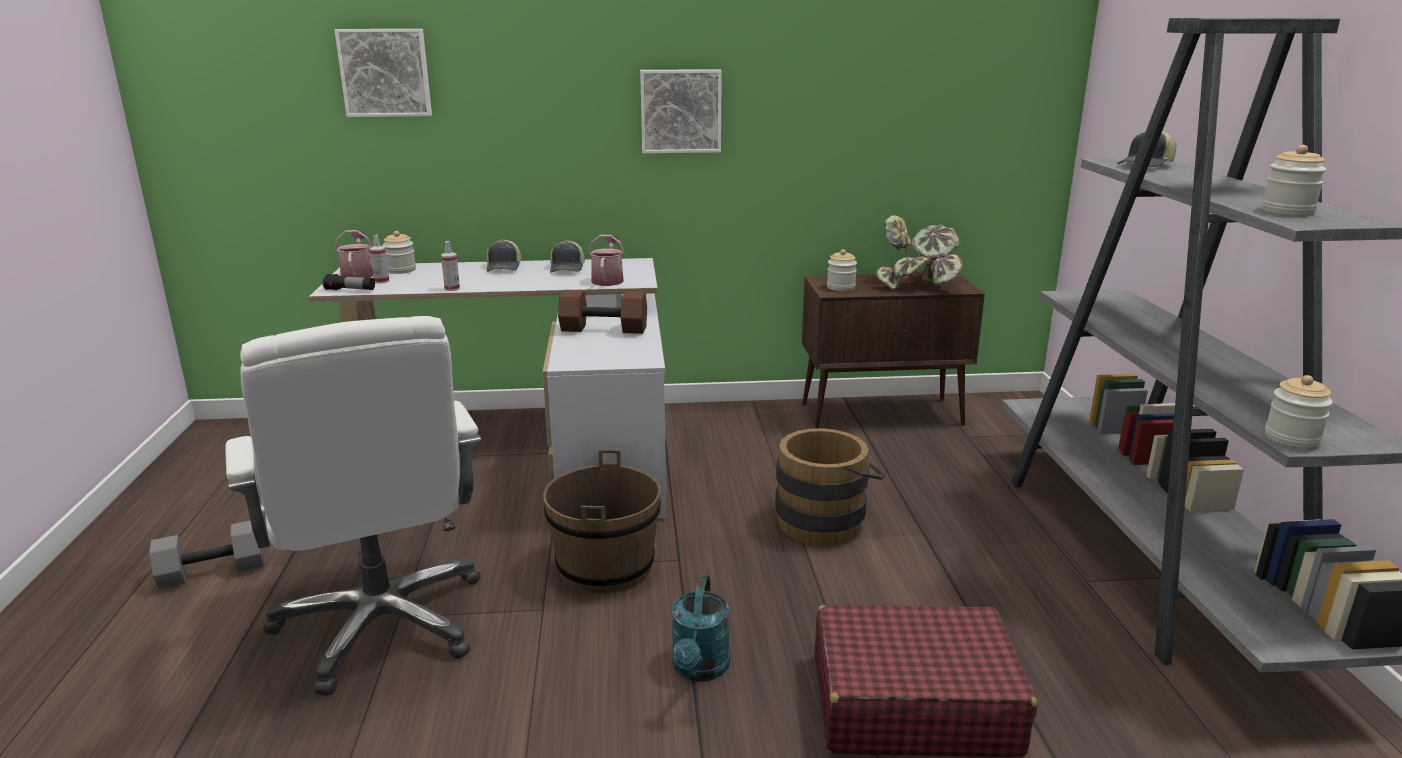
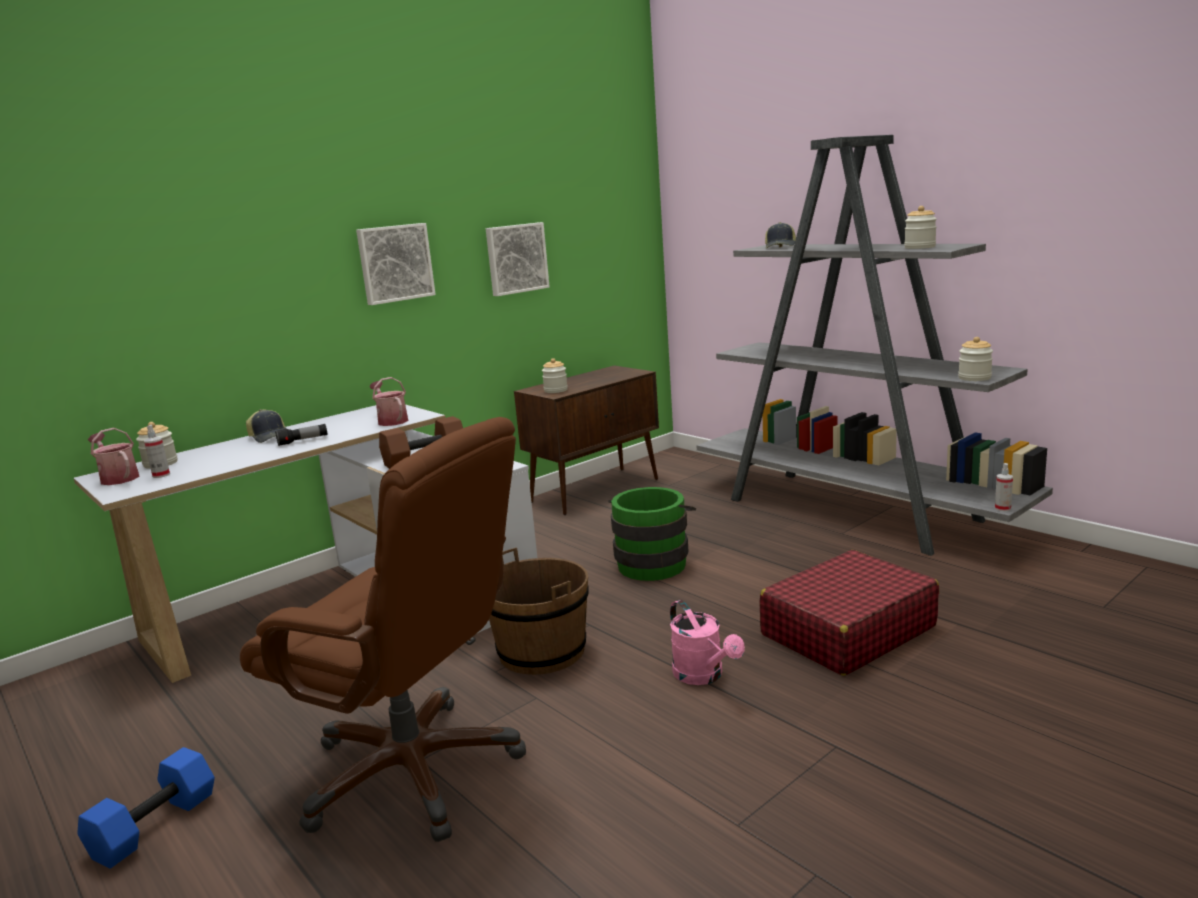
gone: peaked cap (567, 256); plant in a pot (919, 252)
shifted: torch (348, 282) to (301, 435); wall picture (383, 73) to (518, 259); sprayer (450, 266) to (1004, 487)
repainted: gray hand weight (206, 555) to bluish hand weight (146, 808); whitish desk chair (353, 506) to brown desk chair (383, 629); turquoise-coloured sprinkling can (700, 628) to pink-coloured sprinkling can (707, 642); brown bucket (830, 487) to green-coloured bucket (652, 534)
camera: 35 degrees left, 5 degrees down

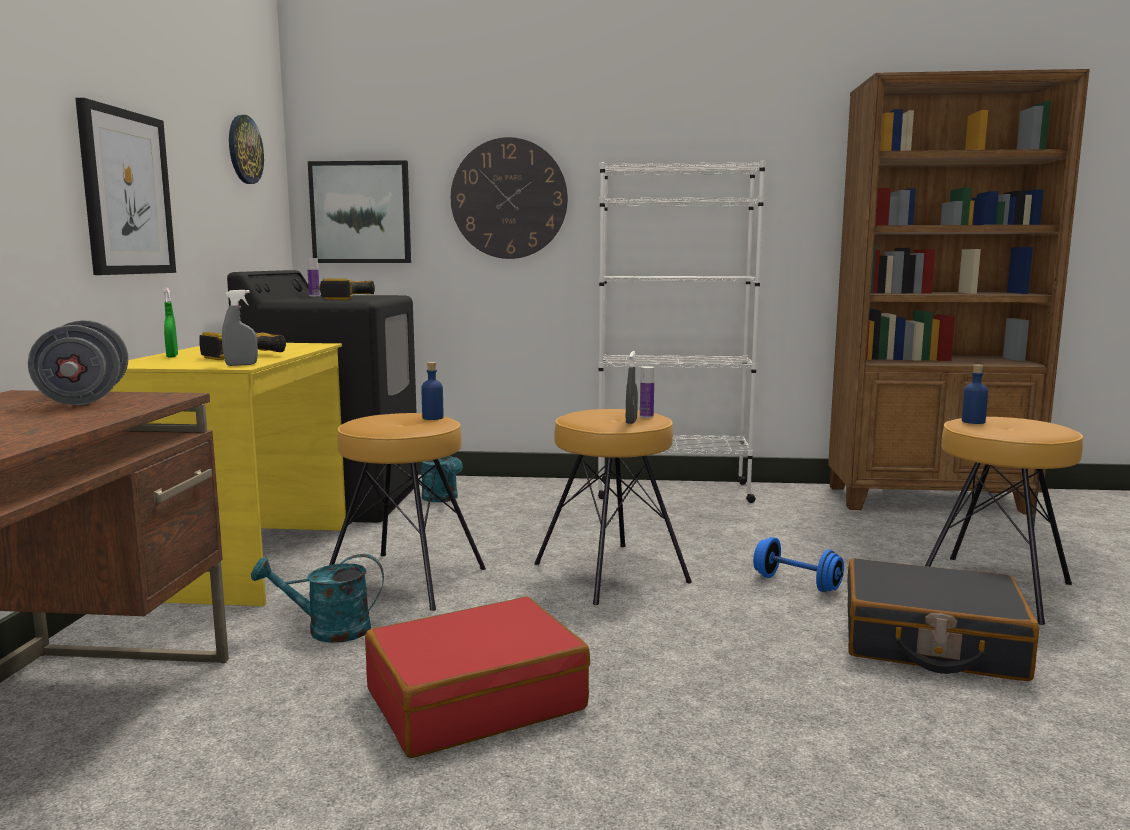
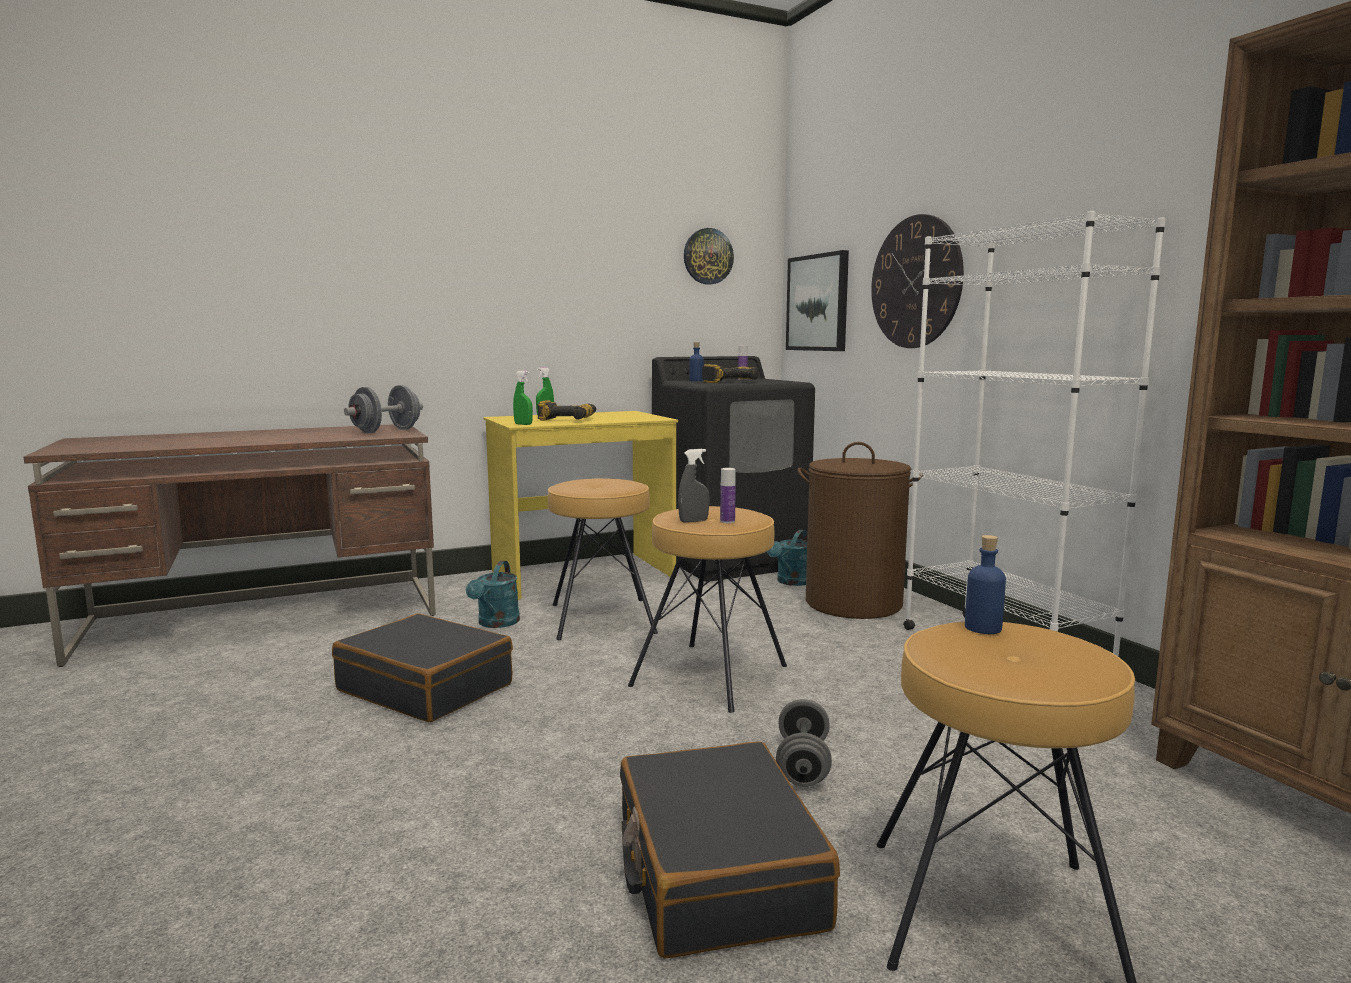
gone: wall picture (125, 186)
new: brown washing basket (860, 530)
shifted: bluish beverage bottle (432, 391) to (696, 361)
repainted: gray sprayer (240, 328) to green-coloured sprayer (523, 398); red-coloured piece of luggage (477, 677) to blackish piece of luggage (422, 667); bluish hand weight (798, 564) to gray hand weight (804, 743)
rotated: turquoise-coloured sprinkling can (317, 598) = (493, 594) 135 degrees counterclockwise
camera: 60 degrees right, 0 degrees up

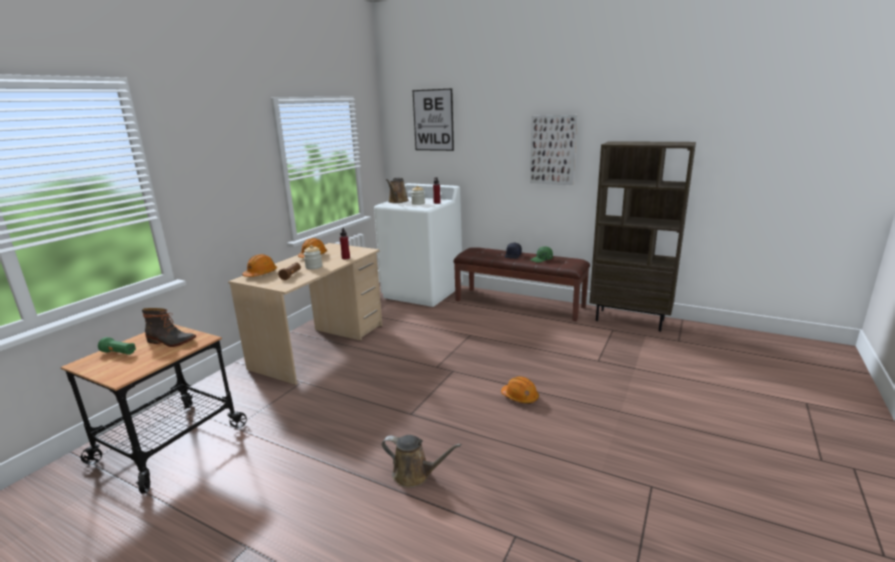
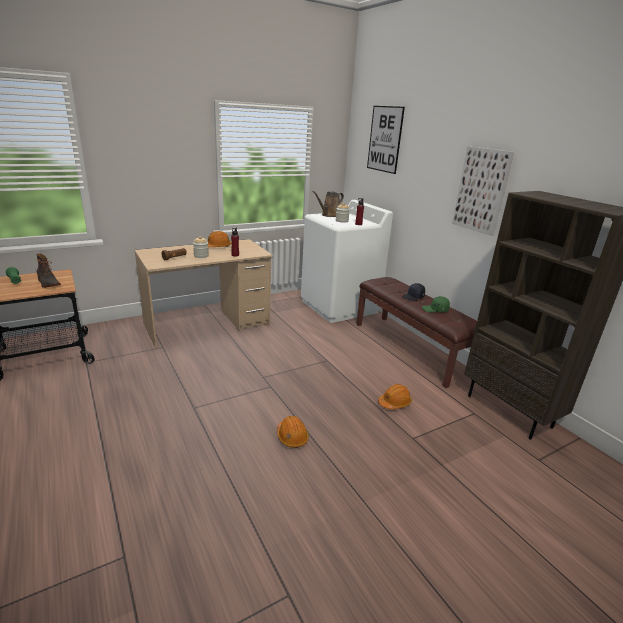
gone: brown sprinkling can (422, 461)
shifted: orange-coloured hard hat (259, 265) to (395, 396)
camera: 30 degrees right, 5 degrees up

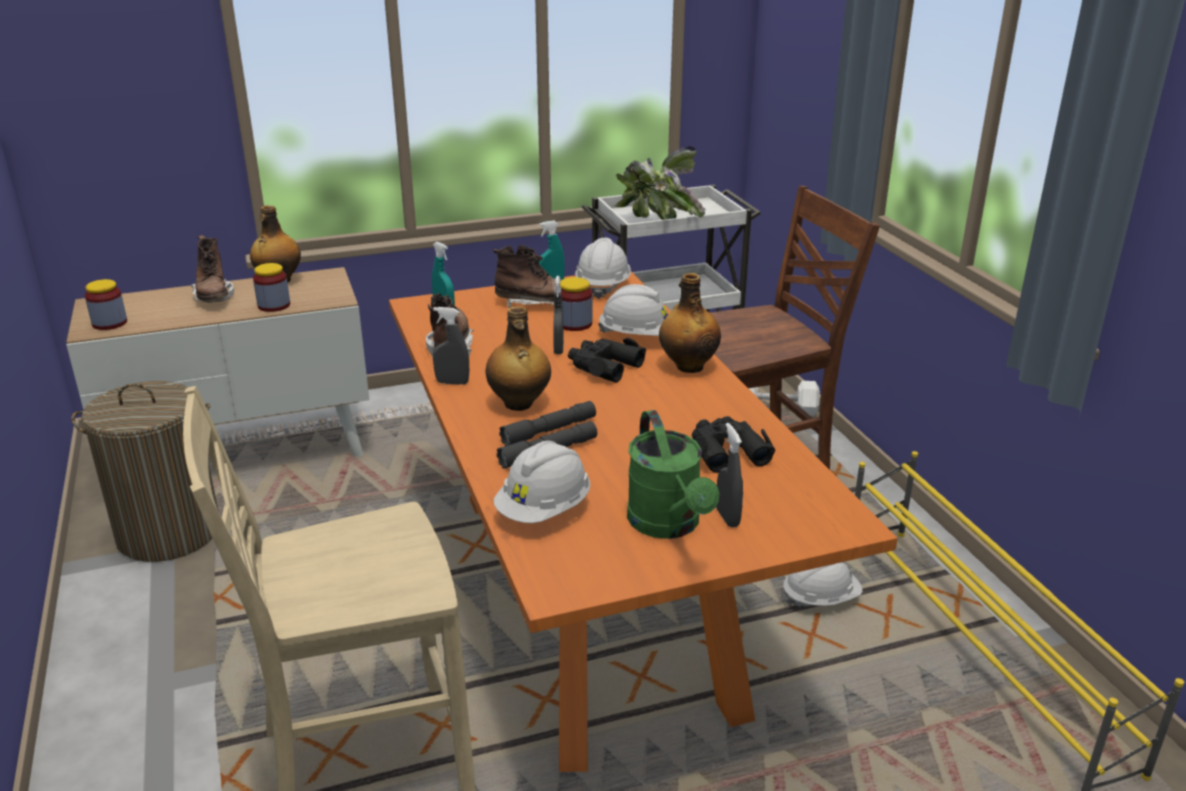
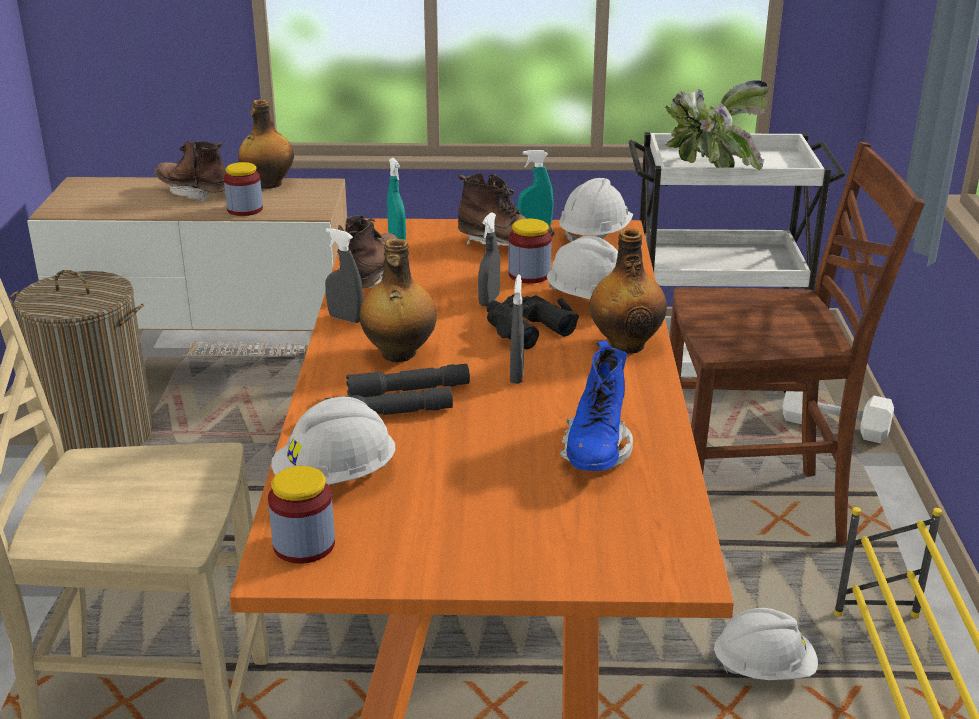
gone: green-coloured sprinkling can (673, 474)
shifted: preserve jar (106, 304) to (301, 515); gray sprayer (729, 475) to (517, 329)
swapped: blackish pair of binoculars (733, 444) to bluish tall boot (596, 405)
rotated: brown tall boot (212, 269) = (190, 171) 120 degrees clockwise
camera: 20 degrees right, 0 degrees up

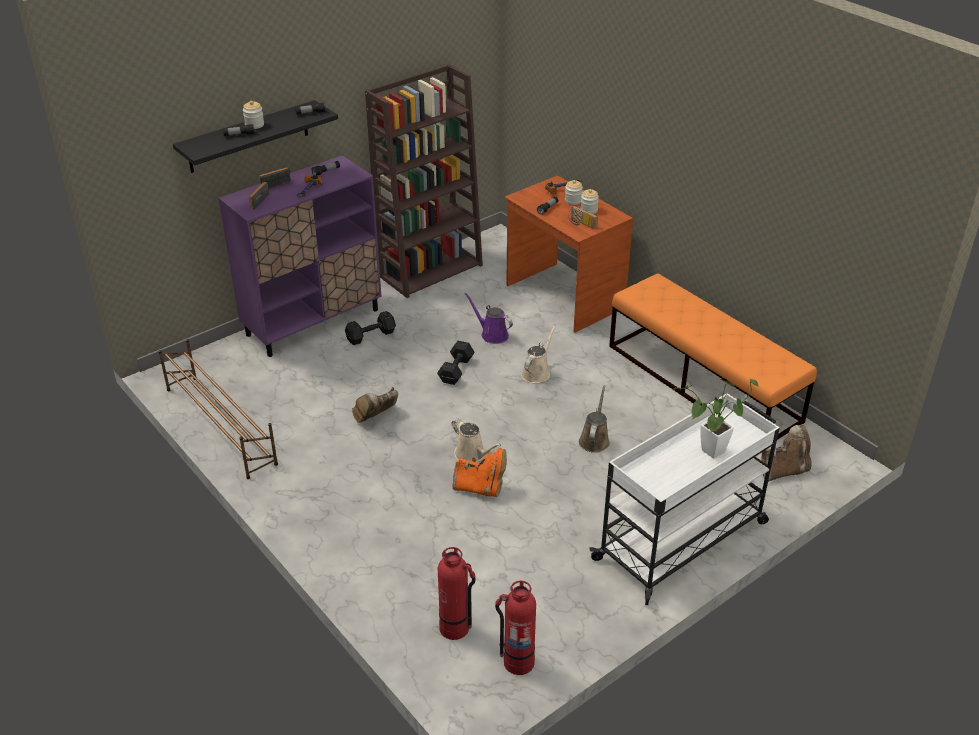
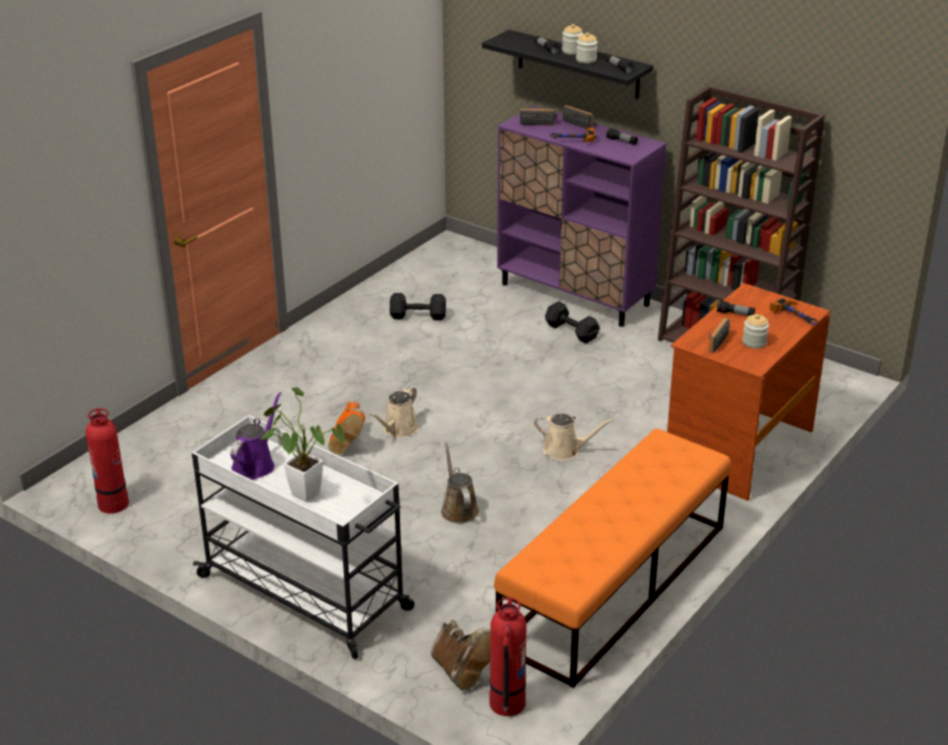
gone: brown shoe rack (218, 409); brown tall boot (375, 405)
shifted: blackish hand weight (456, 363) to (418, 306); extinguisher (457, 593) to (508, 656); purple sprinkling can (489, 318) to (255, 436); preserve jar (574, 192) to (587, 47)
rotated: brown sprinkling can (594, 419) = (460, 483) 105 degrees counterclockwise
camera: 75 degrees right, 5 degrees down

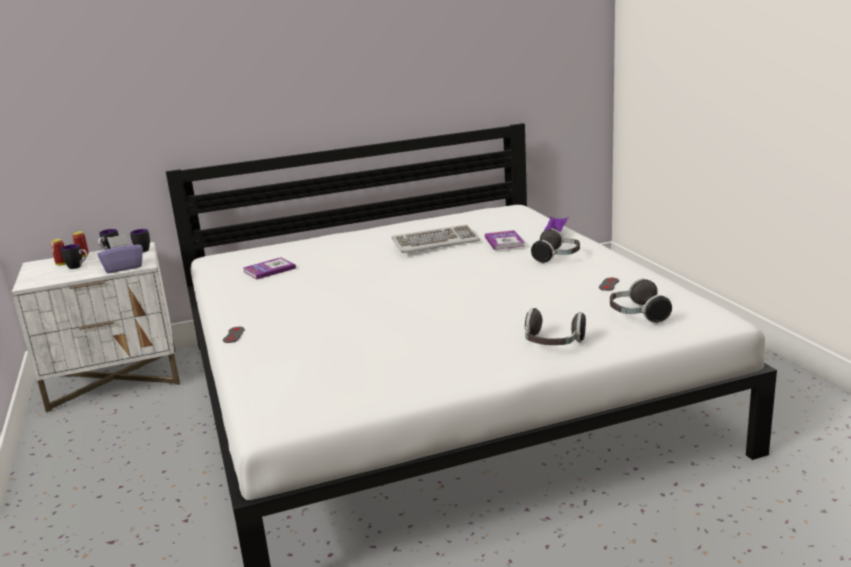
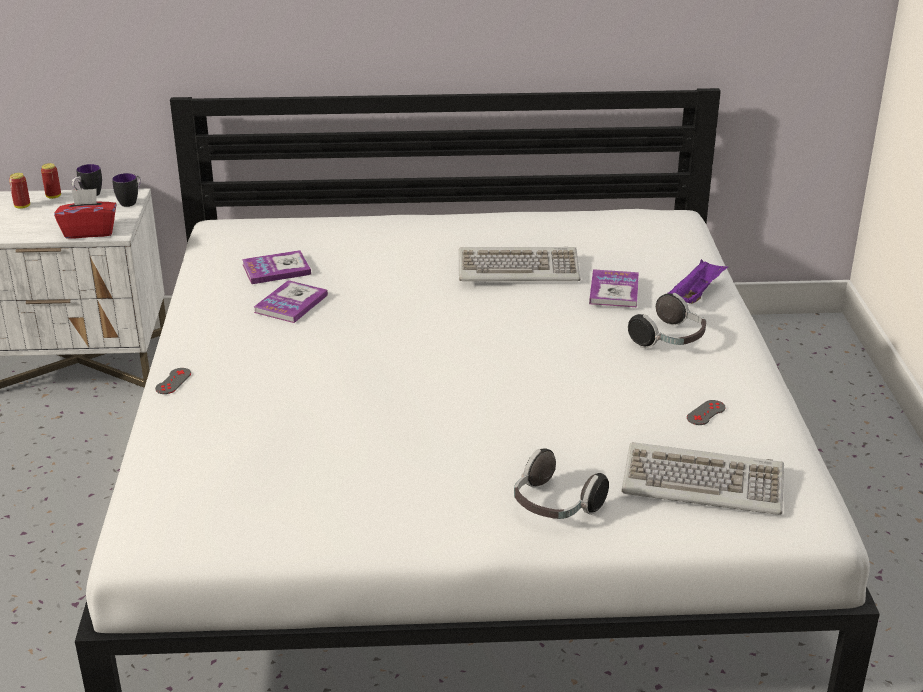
gone: coffee mug (74, 256)
new: book (291, 301)
swapped: headphones (641, 301) to keyboard (702, 478)
repainted: purple tissue holder (120, 253) to red-coloured tissue holder (85, 213)
camera: 15 degrees right, 10 degrees up

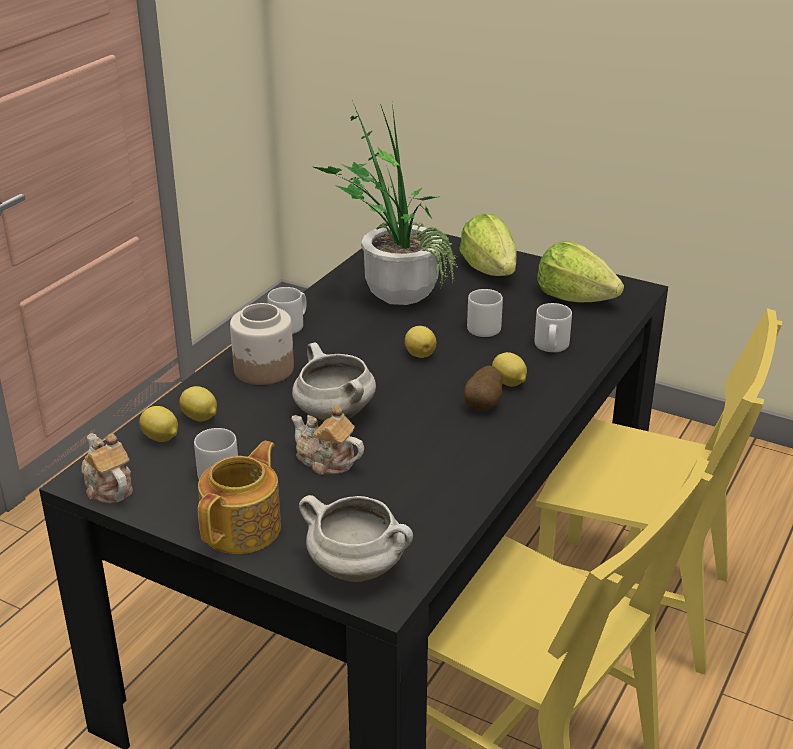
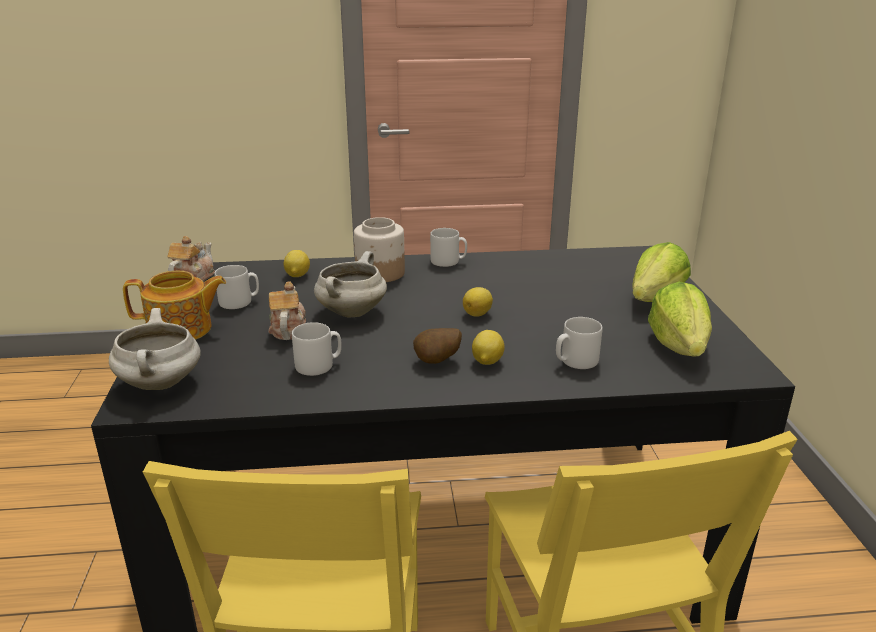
gone: whole lemon (158, 424); plant in a pot (386, 202)
shifted: gray coffee mug (485, 313) to (317, 349)
camera: 55 degrees right, 5 degrees down

